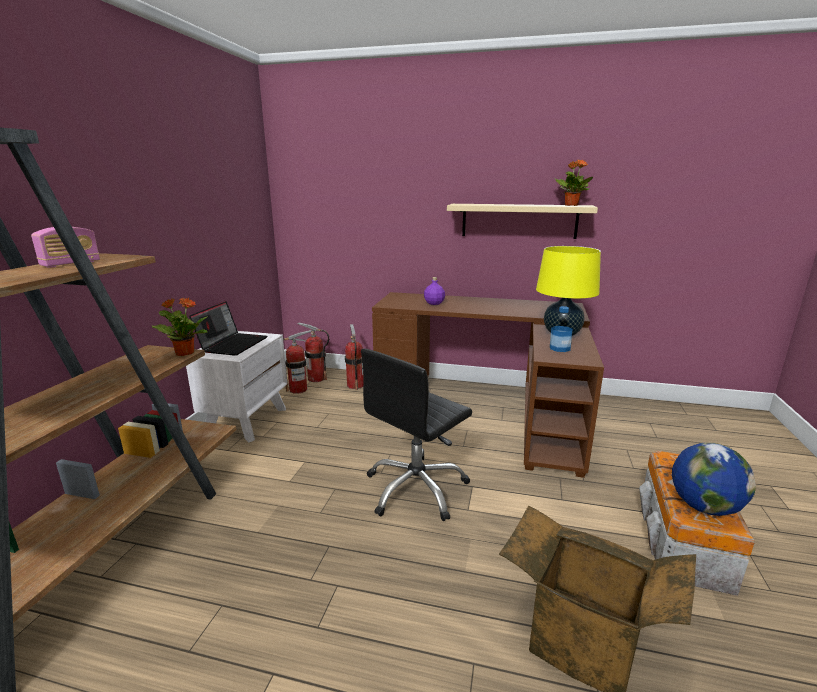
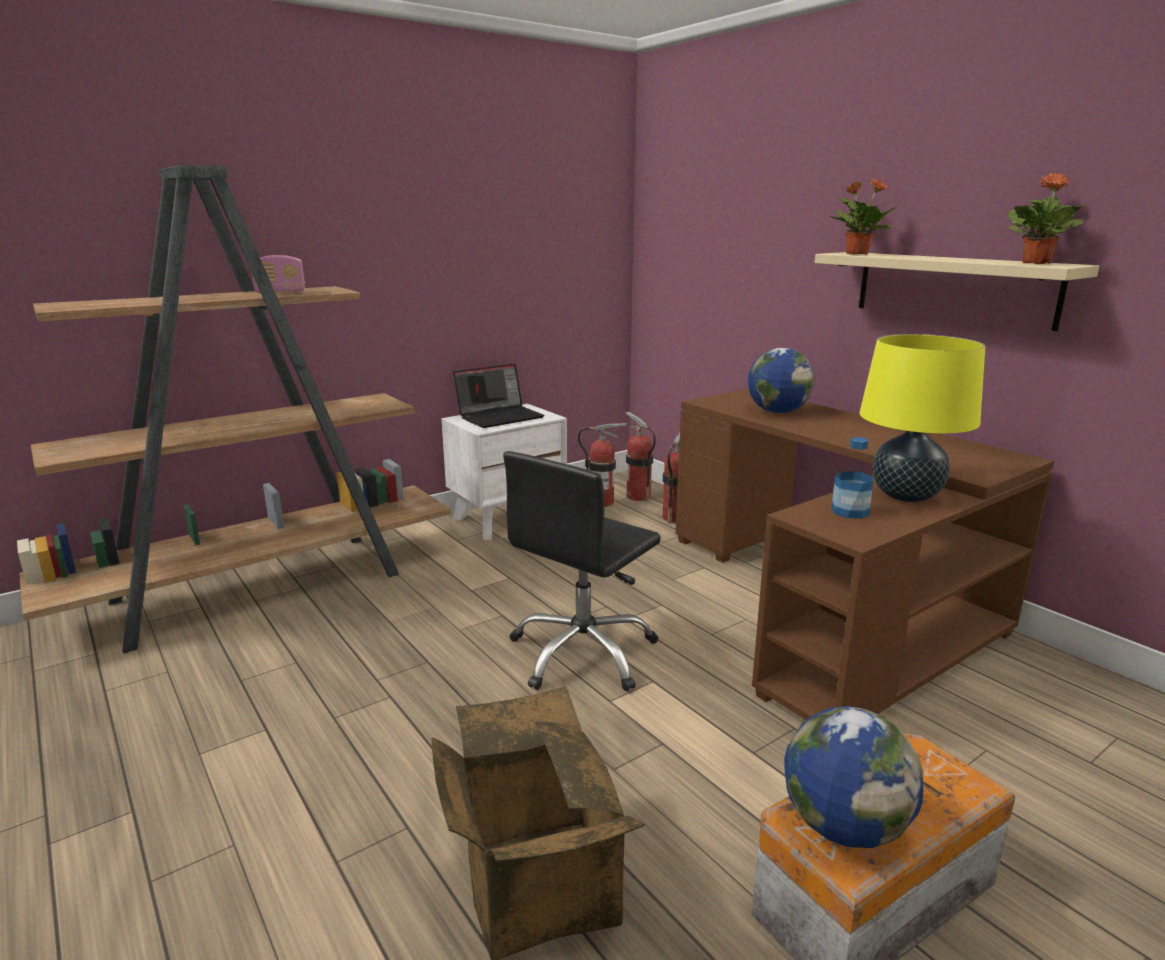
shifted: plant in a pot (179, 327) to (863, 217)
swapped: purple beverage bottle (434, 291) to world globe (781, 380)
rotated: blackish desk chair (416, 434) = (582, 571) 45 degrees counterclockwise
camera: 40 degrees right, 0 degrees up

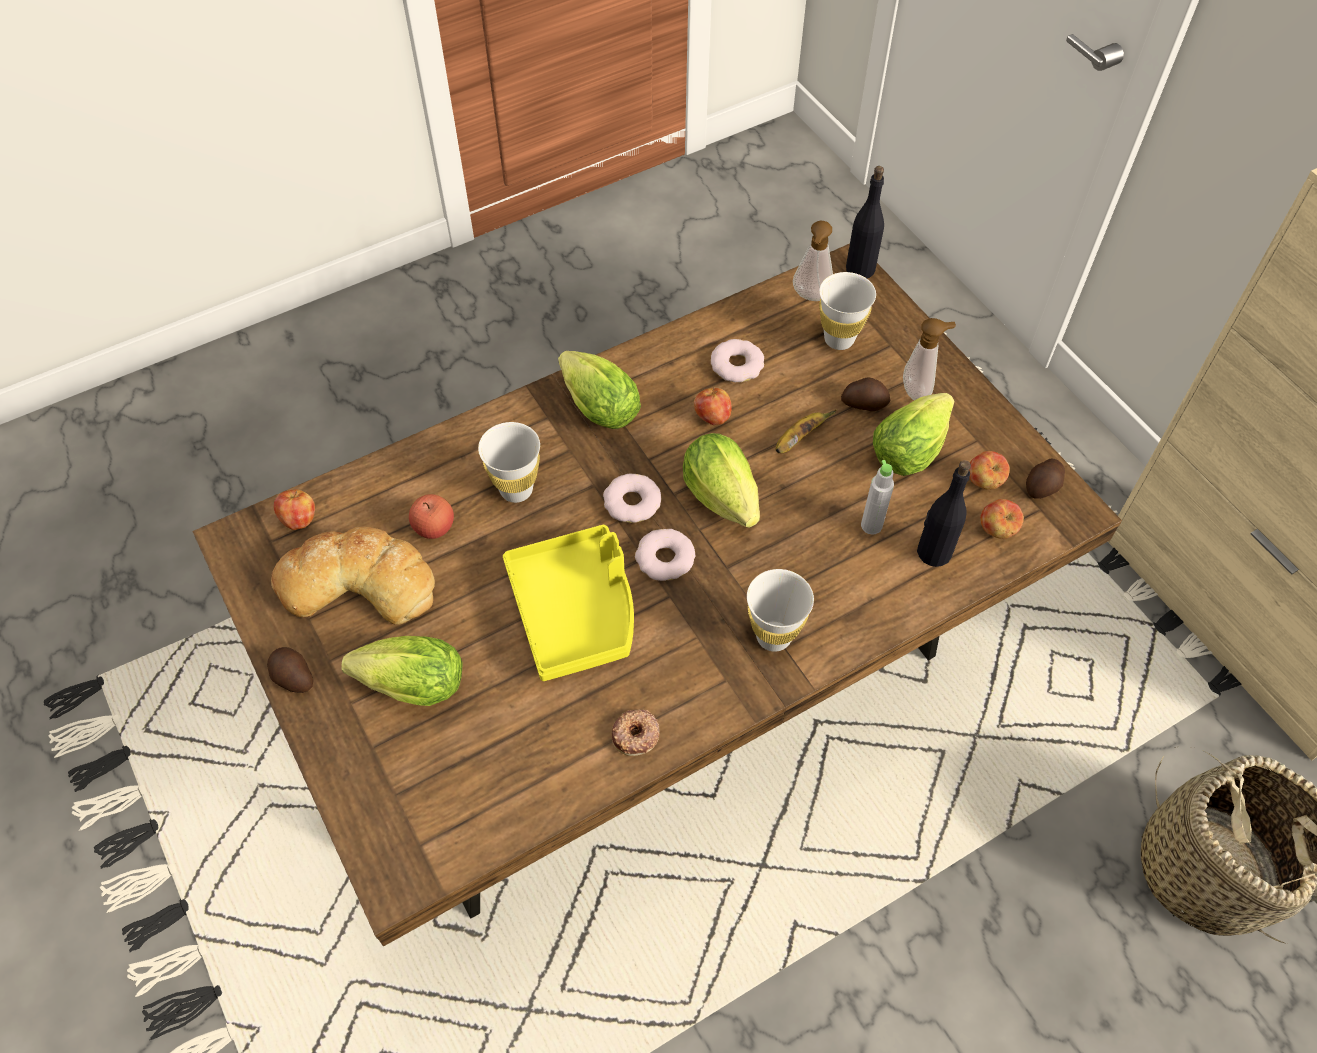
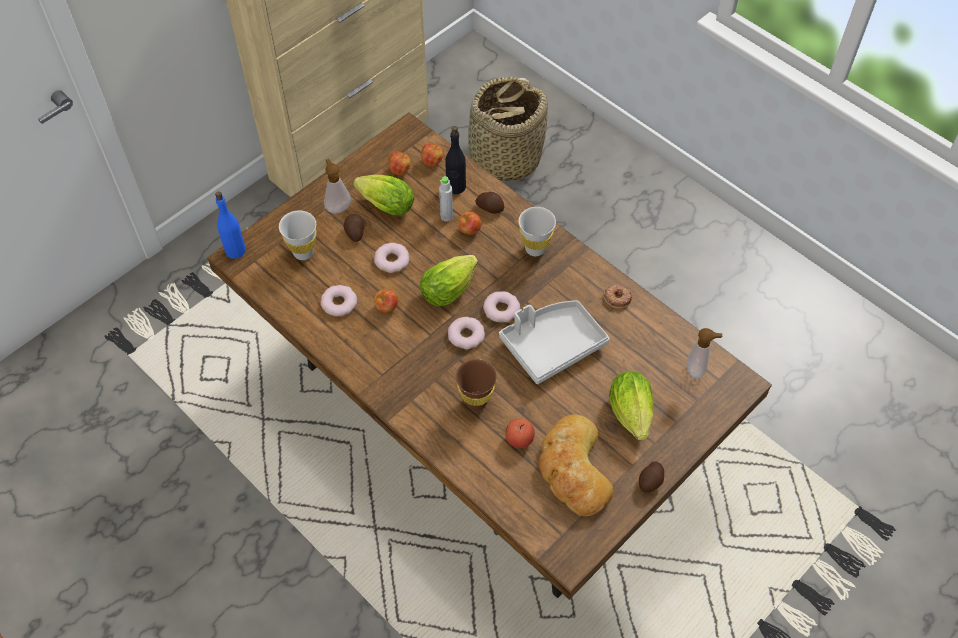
gone: lettuce (599, 390)
shifted: whole apple (294, 509) to (470, 223); soap dispenser (813, 261) to (704, 353); potato (1045, 479) to (489, 203)
swapped: banana fruit (806, 431) to doughnut (391, 258)
repainted: whitish small cup (509, 462) to brown small cup (476, 384); yellowish serving tray (568, 603) to gray serving tray (554, 342); blackish beverage bottle (865, 222) to bluish beverage bottle (230, 225)
camera: 105 degrees left, 0 degrees up

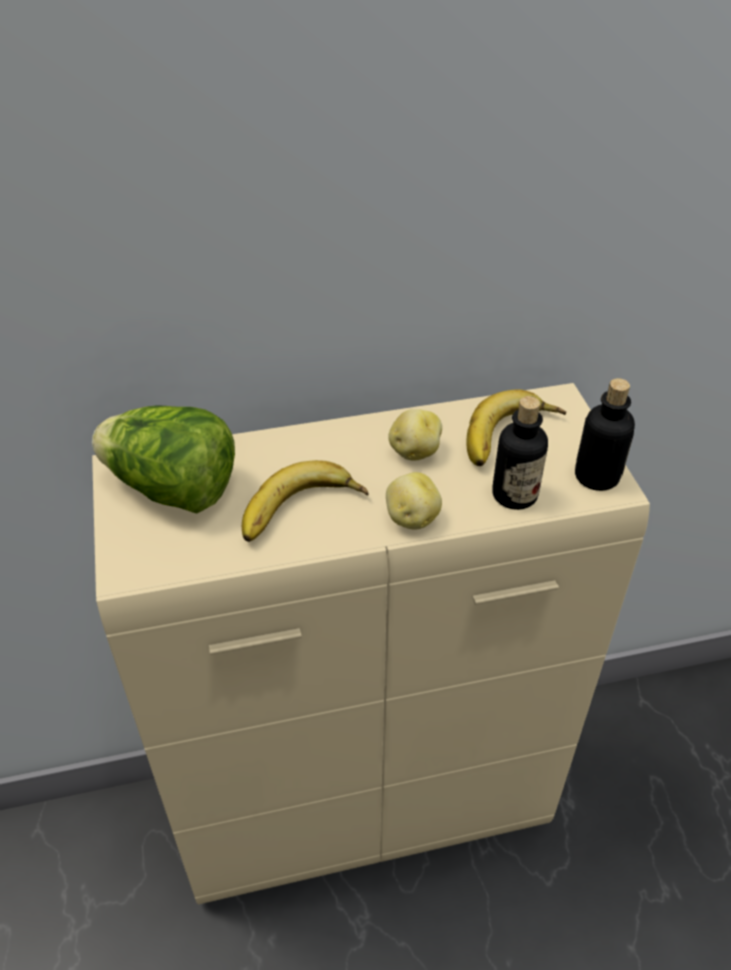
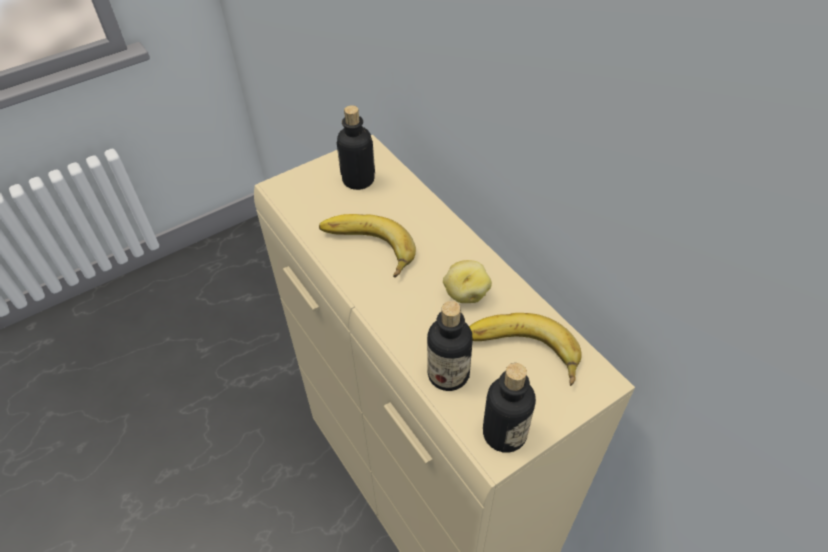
gone: potato (414, 501)
swapped: lettuce (163, 459) to beverage bottle (356, 147)
camera: 70 degrees right, 5 degrees up

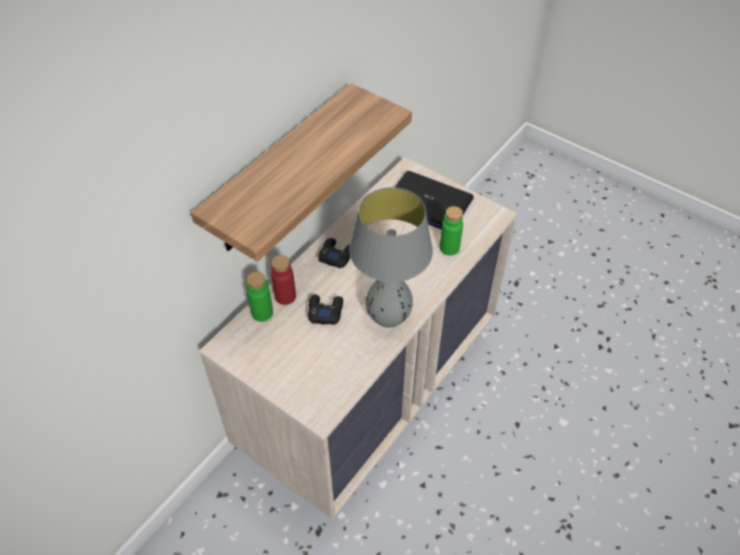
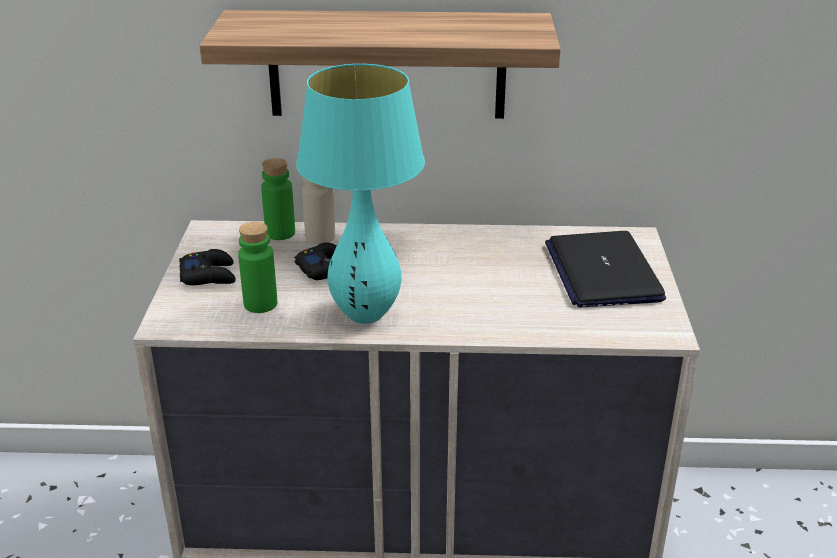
shifted: blackish game controller (334, 253) to (207, 267); green-coloured beverage bottle (451, 231) to (257, 267)
repainted: red-coloured beverage bottle (283, 280) to sand-coloured beverage bottle (318, 210); gray tabletop lamp (391, 257) to turquoise-coloured tabletop lamp (360, 194)
camera: 55 degrees right, 20 degrees down

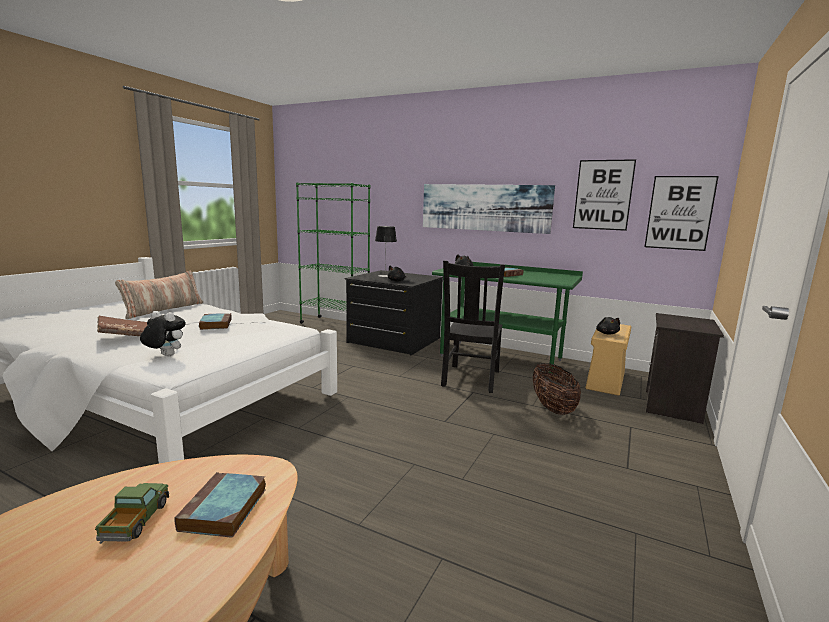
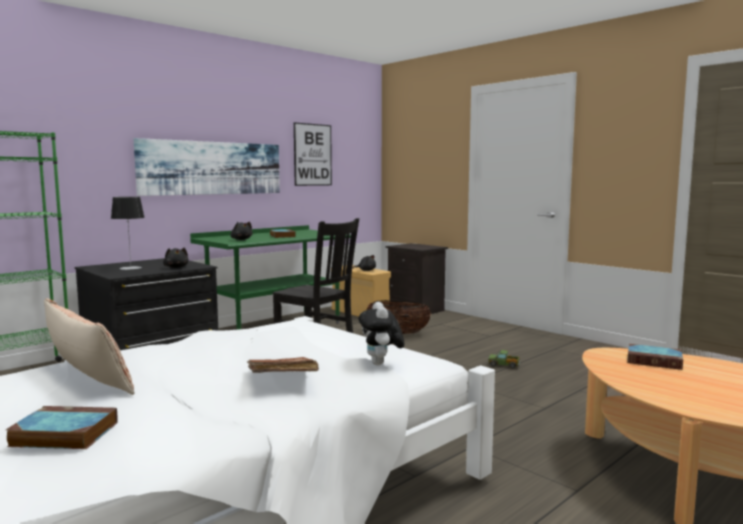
gone: wall picture (682, 213)
shifted: toy truck (132, 513) to (504, 359); book (215, 321) to (62, 427)
rotated: soft toy (163, 333) = (382, 333) 45 degrees counterclockwise
camera: 70 degrees left, 5 degrees down

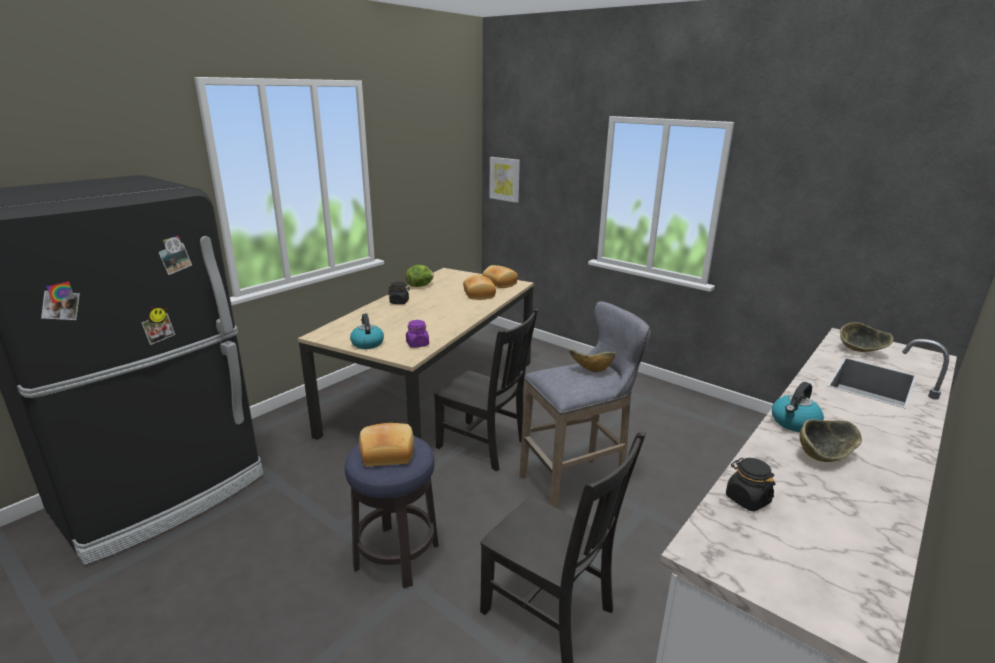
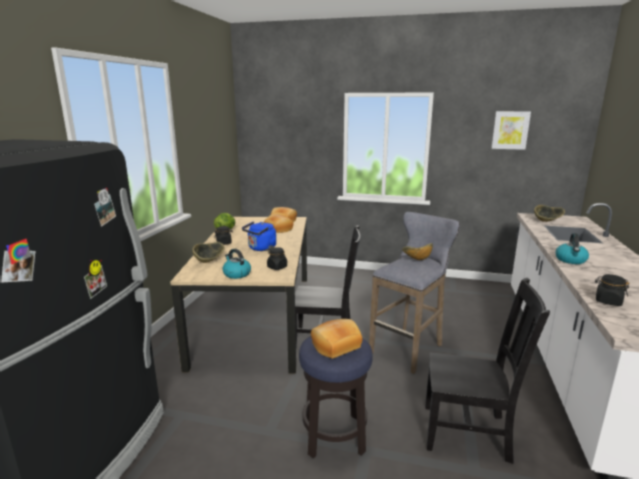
new: bluish water kettle (259, 236)
shifted: wall picture (504, 180) to (511, 130); bowl (831, 440) to (208, 252)
repainted: purple preserve jar (417, 334) to blackish preserve jar (277, 258)
camera: 25 degrees left, 5 degrees down

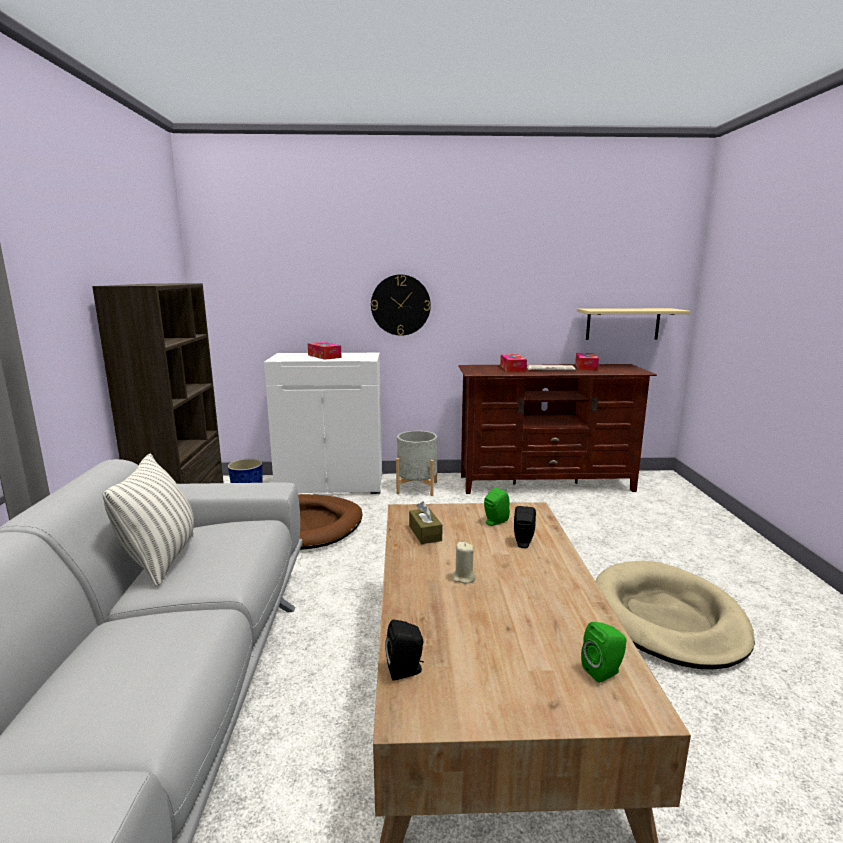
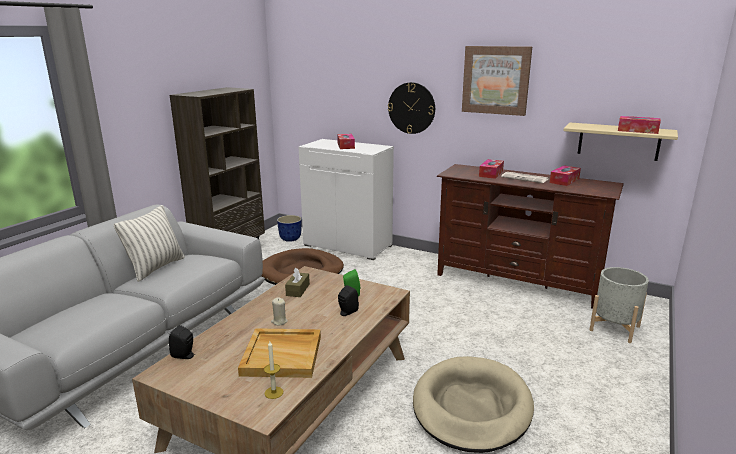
new: sand-coloured serving tray (279, 353); wall picture (497, 81); tissue holder (639, 125)
shifted: gray flower pot (416, 463) to (619, 305)
swapped: green-coloured speaker (603, 652) to wax light (273, 370)
camera: 30 degrees right, 5 degrees up

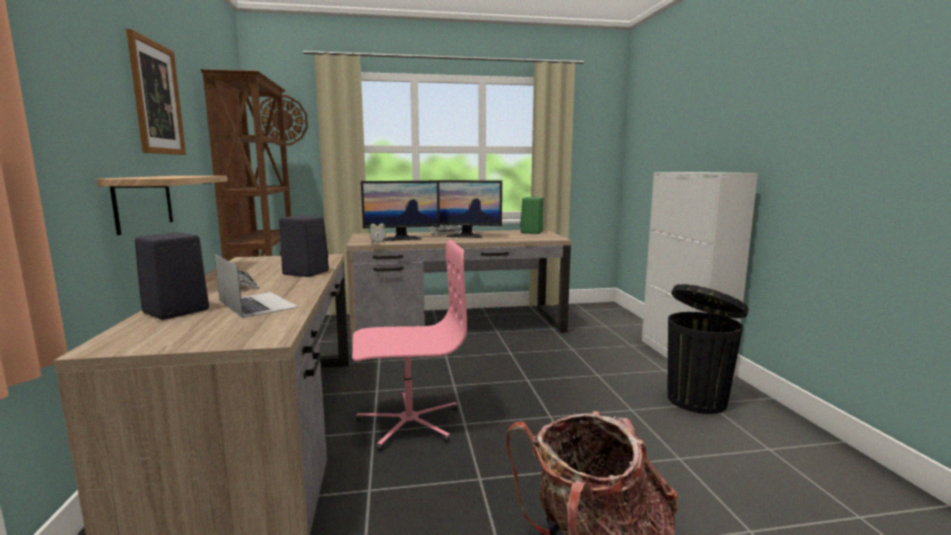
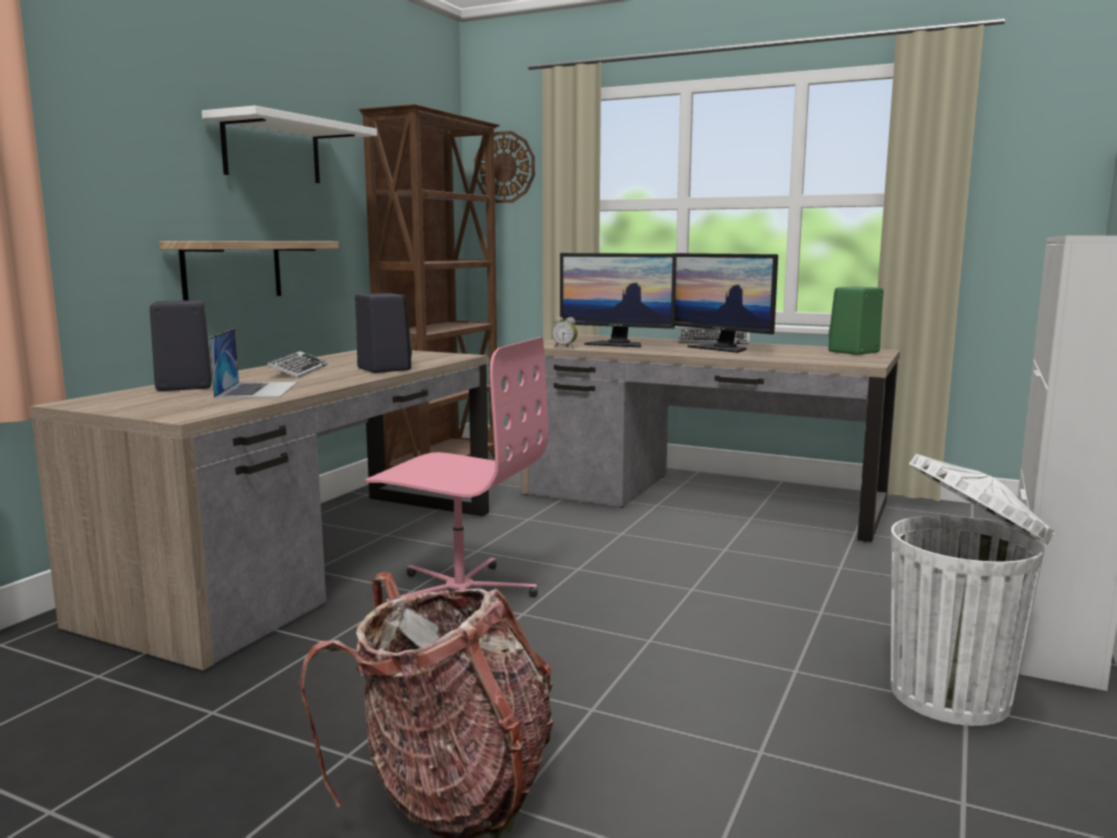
swapped: wall picture (156, 92) to whitish wall shelf (289, 144)
repainted: blackish trash can (708, 349) to whitish trash can (972, 590)
camera: 35 degrees right, 0 degrees up

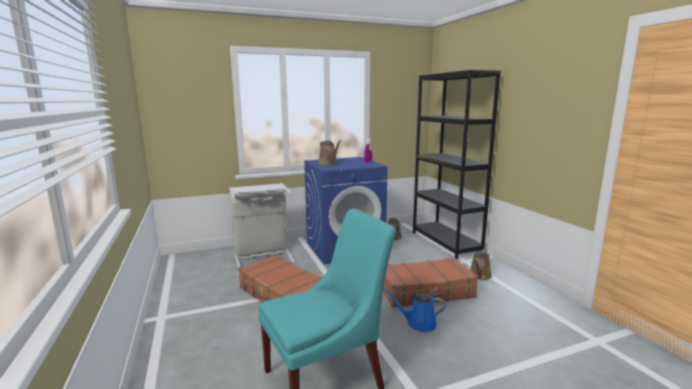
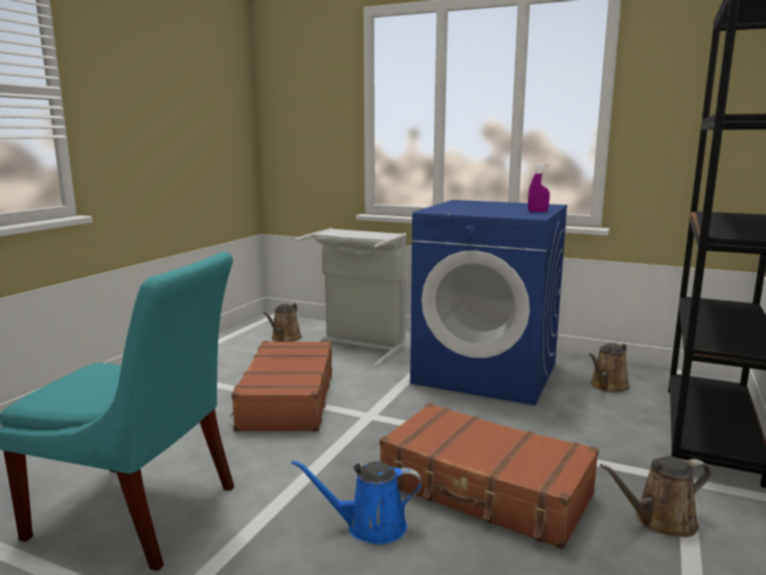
shifted: brown sprinkling can (329, 152) to (282, 322)
rotated: bluish sprinkling can (414, 309) = (356, 502) 60 degrees counterclockwise
camera: 45 degrees right, 0 degrees up

